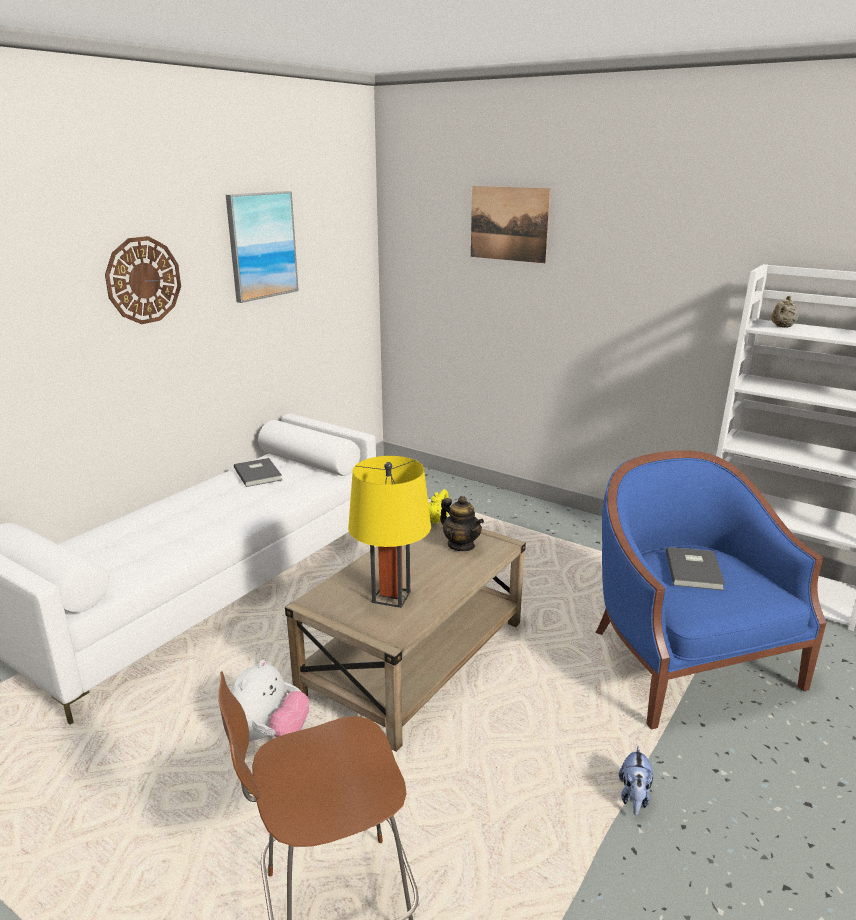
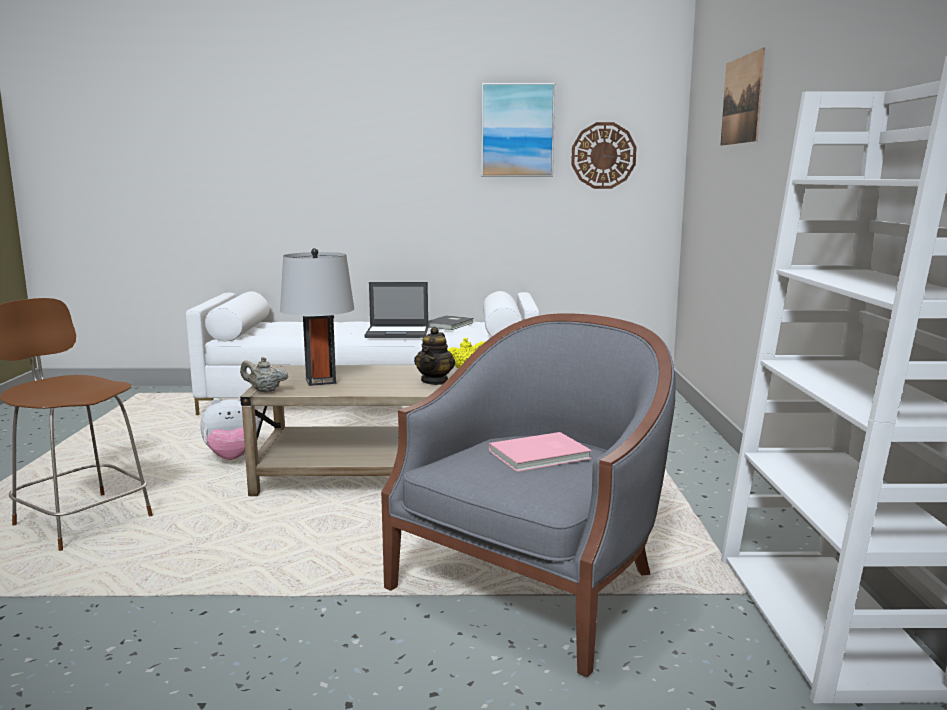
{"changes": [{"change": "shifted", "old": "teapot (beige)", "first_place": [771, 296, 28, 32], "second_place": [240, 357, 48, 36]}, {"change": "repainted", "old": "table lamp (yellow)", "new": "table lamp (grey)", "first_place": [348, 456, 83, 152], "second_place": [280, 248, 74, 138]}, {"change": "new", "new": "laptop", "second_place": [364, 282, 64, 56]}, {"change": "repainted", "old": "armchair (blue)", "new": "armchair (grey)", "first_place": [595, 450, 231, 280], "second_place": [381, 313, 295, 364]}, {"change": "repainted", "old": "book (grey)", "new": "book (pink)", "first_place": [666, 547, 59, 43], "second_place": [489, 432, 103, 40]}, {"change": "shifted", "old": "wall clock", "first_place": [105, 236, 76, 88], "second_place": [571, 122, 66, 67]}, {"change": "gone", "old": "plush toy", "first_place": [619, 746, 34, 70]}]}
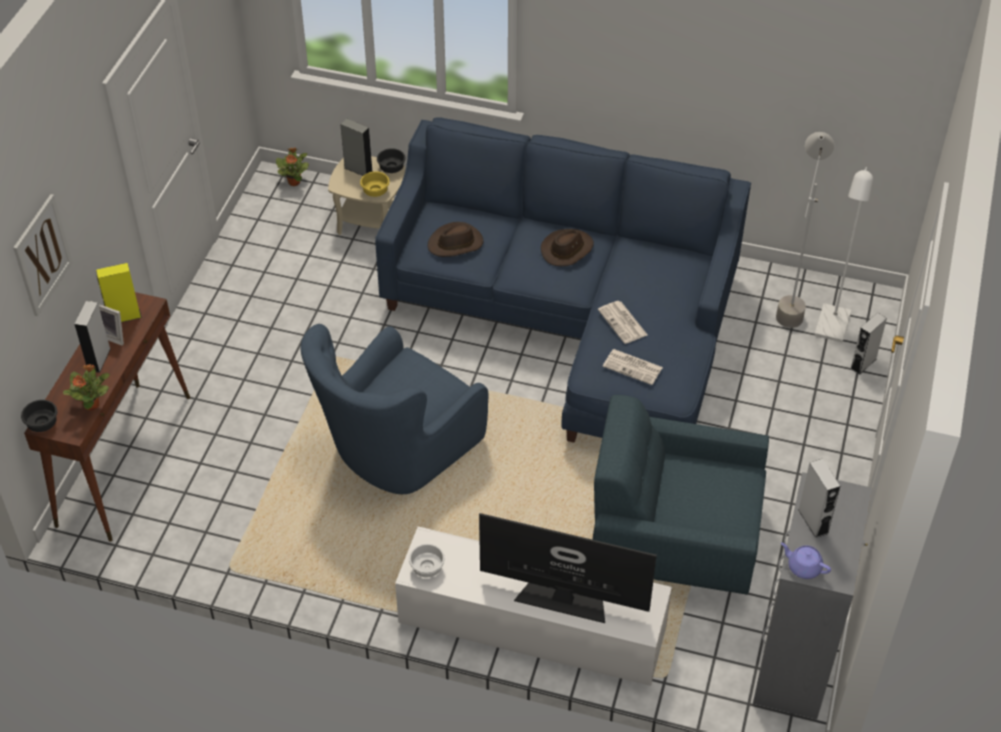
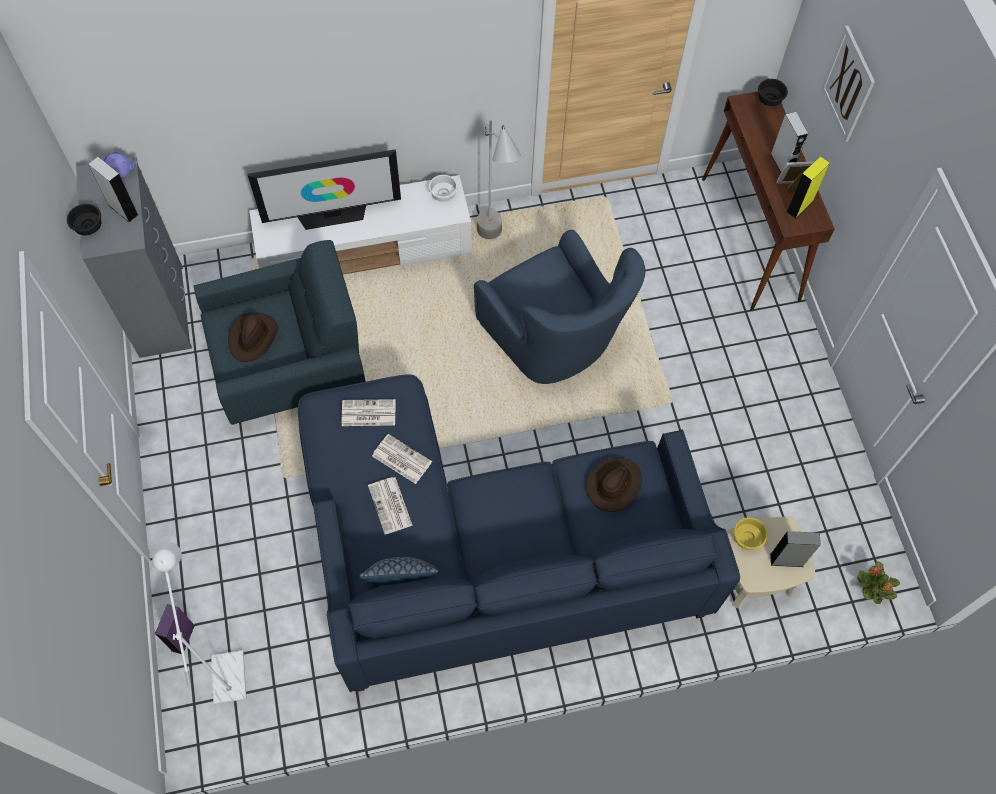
{"changes": [{"change": "shifted", "old": "bowl (black)", "first_place": [377, 148, 29, 25], "second_place": [67, 204, 34, 31]}, {"change": "repainted", "old": "speaker (grey)", "new": "speaker (purple)", "first_place": [850, 312, 37, 63], "second_place": [155, 604, 40, 50]}, {"change": "shifted", "old": "hat (brown)", "first_place": [541, 229, 53, 37], "second_place": [228, 312, 50, 50]}, {"change": "new", "new": "pillow", "second_place": [359, 557, 79, 29]}, {"change": "new", "new": "newspaper", "second_place": [368, 477, 45, 57]}, {"change": "rotated", "old": "armchair (blue)", "first_place": [300, 324, 188, 170], "second_place": [474, 230, 171, 154], "degrees": 135}, {"change": "shifted", "old": "floor lamp (grey)", "first_place": [776, 132, 58, 196], "second_place": [477, 119, 44, 120]}, {"change": "gone", "old": "potted plant", "first_place": [63, 364, 47, 47]}]}
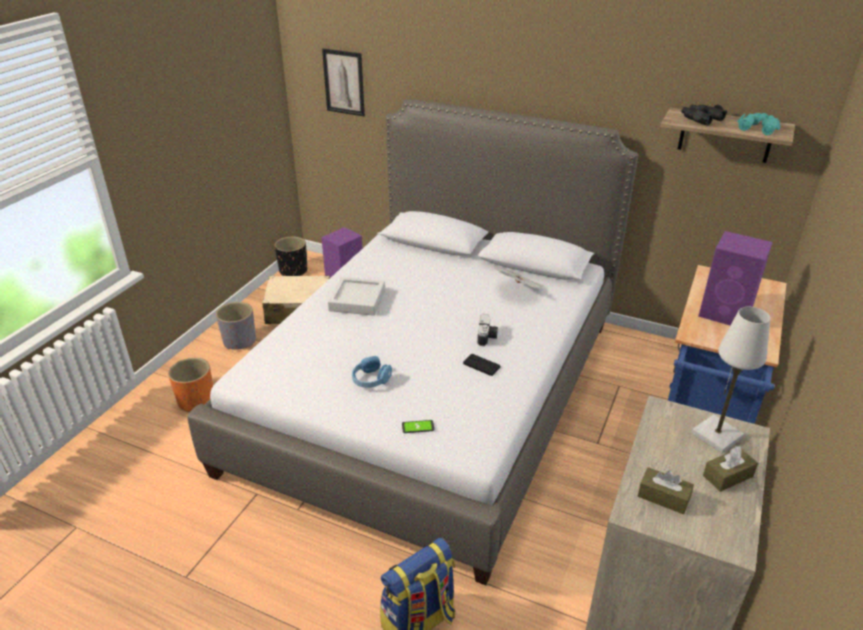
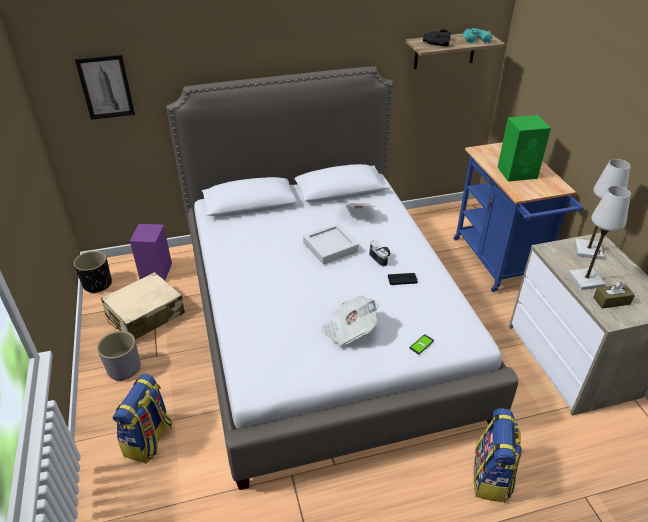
{"changes": [{"change": "swapped", "old": "planter (orange)", "new": "backpack", "first_place": [168, 358, 45, 55], "second_place": [113, 374, 59, 89]}, {"change": "shifted", "old": "tray (grey)", "first_place": [328, 277, 57, 39], "second_place": [303, 224, 56, 41]}, {"change": "swapped", "old": "headphones (blue)", "new": "newspaper", "first_place": [352, 356, 40, 32], "second_place": [321, 295, 58, 52]}, {"change": "repainted", "old": "speaker (purple)", "new": "speaker (green)", "first_place": [698, 231, 75, 94], "second_place": [497, 115, 54, 67]}, {"change": "new", "new": "table lamp (white)", "second_place": [568, 186, 63, 104]}, {"change": "gone", "old": "tissue box (brown)", "first_place": [703, 447, 55, 45]}]}
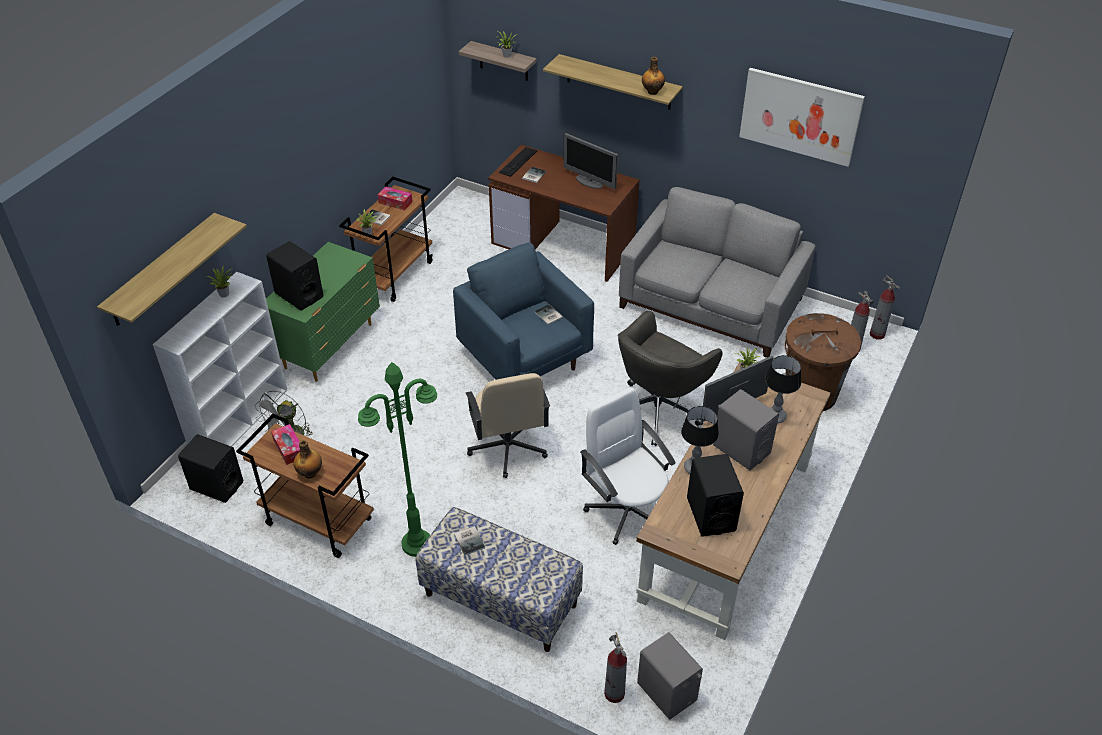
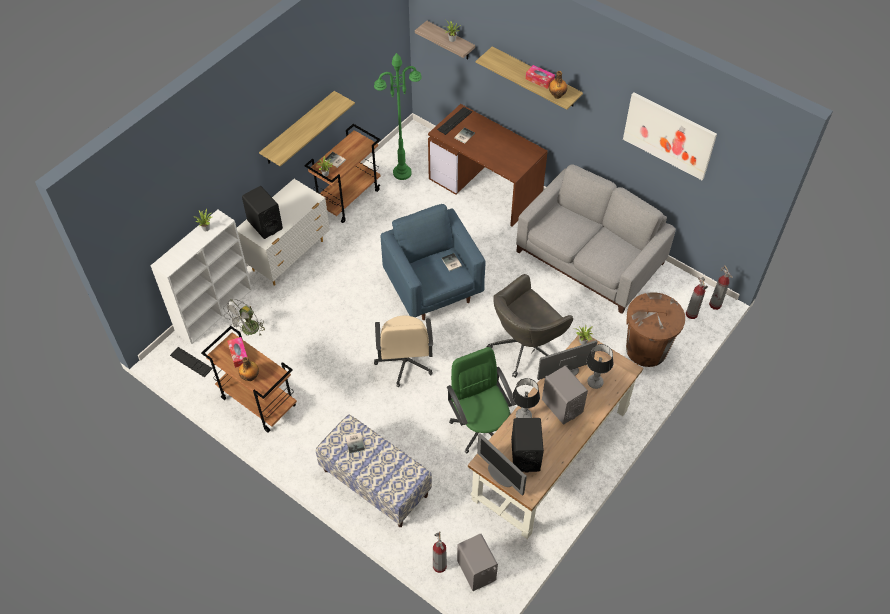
{"changes": [{"change": "swapped", "old": "speaker (black)", "new": "keyboard", "first_place": [178, 434, 65, 69], "second_place": [170, 347, 43, 30]}, {"change": "repainted", "old": "dresser (green)", "new": "dresser (white)", "first_place": [266, 242, 114, 140], "second_place": [237, 179, 93, 107]}, {"change": "shifted", "old": "shelf", "first_place": [97, 213, 150, 113], "second_place": [259, 91, 96, 75]}, {"change": "shifted", "old": "floor lamp (green)", "first_place": [358, 362, 79, 195], "second_place": [374, 53, 48, 127]}, {"change": "repainted", "old": "office chair (white)", "new": "office chair (green)", "first_place": [580, 387, 96, 158], "second_place": [447, 347, 69, 107]}, {"change": "shifted", "old": "monitor", "first_place": [563, 133, 55, 56], "second_place": [477, 433, 50, 63]}, {"change": "shifted", "old": "tissue box", "first_place": [378, 186, 35, 24], "second_place": [526, 65, 29, 24]}]}
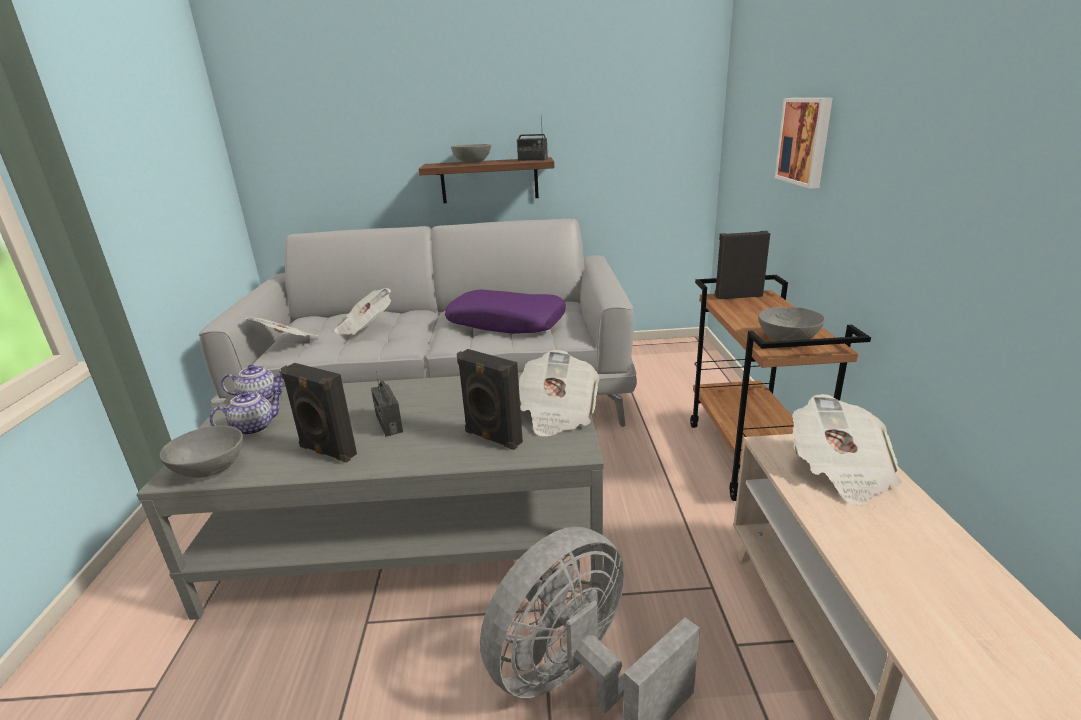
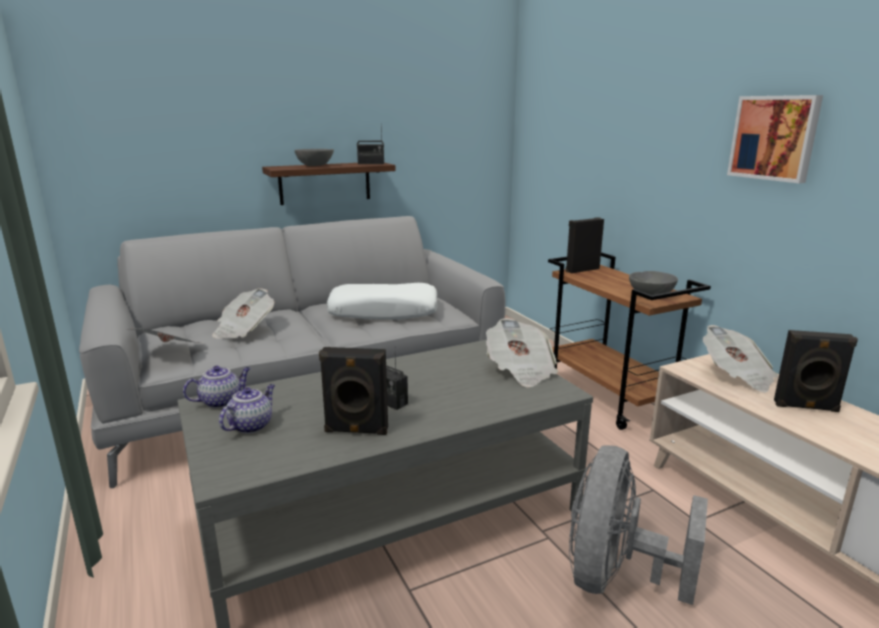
{"changes": [{"change": "repainted", "old": "pillow (purple)", "new": "pillow (white)", "first_place": [445, 290, 121, 44], "second_place": [327, 283, 111, 37]}, {"change": "shifted", "old": "picture", "first_place": [775, 98, 58, 90], "second_place": [727, 95, 96, 88]}, {"change": "shifted", "old": "speaker (black)", "first_place": [457, 349, 66, 101], "second_place": [774, 330, 84, 82]}, {"change": "gone", "old": "bowl (grey)", "first_place": [160, 426, 83, 52]}]}
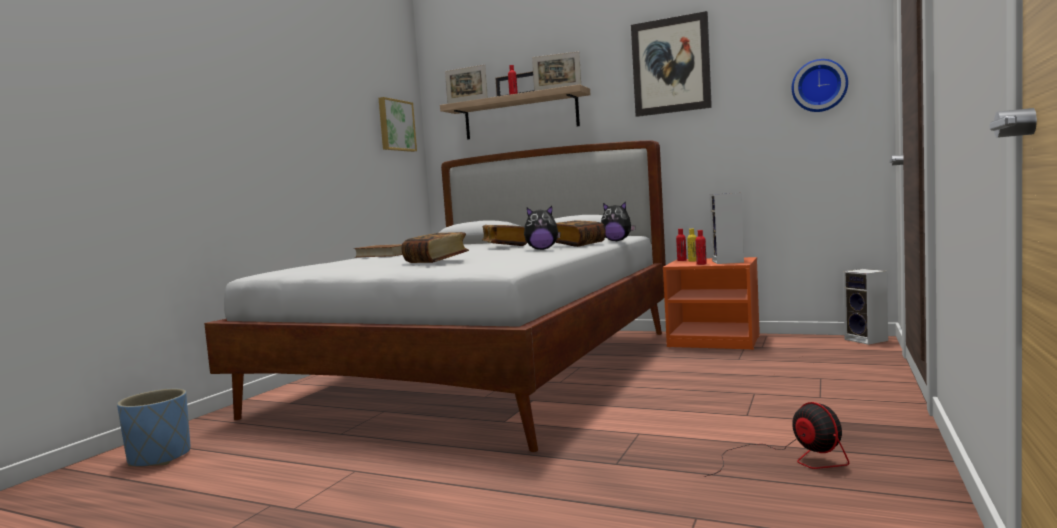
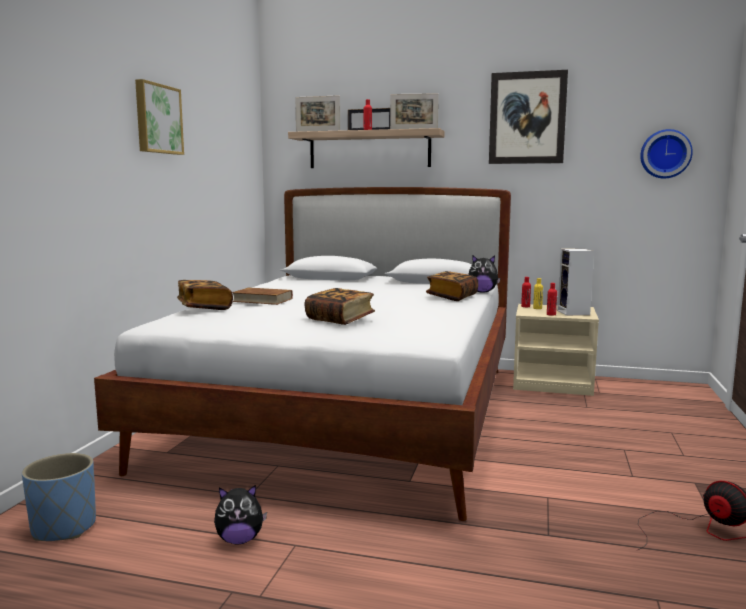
{"changes": [{"change": "shifted", "old": "picture", "first_place": [379, 97, 38, 55], "second_place": [135, 79, 49, 76]}, {"change": "shifted", "old": "book", "first_place": [482, 225, 45, 21], "second_place": [177, 280, 56, 30]}, {"change": "shifted", "old": "plush toy", "first_place": [524, 206, 37, 44], "second_place": [214, 485, 53, 59]}, {"change": "repainted", "old": "nightstand (orange)", "new": "nightstand (beige)", "first_place": [663, 257, 97, 93], "second_place": [513, 304, 86, 92]}, {"change": "gone", "old": "speaker", "first_place": [843, 269, 45, 76]}]}
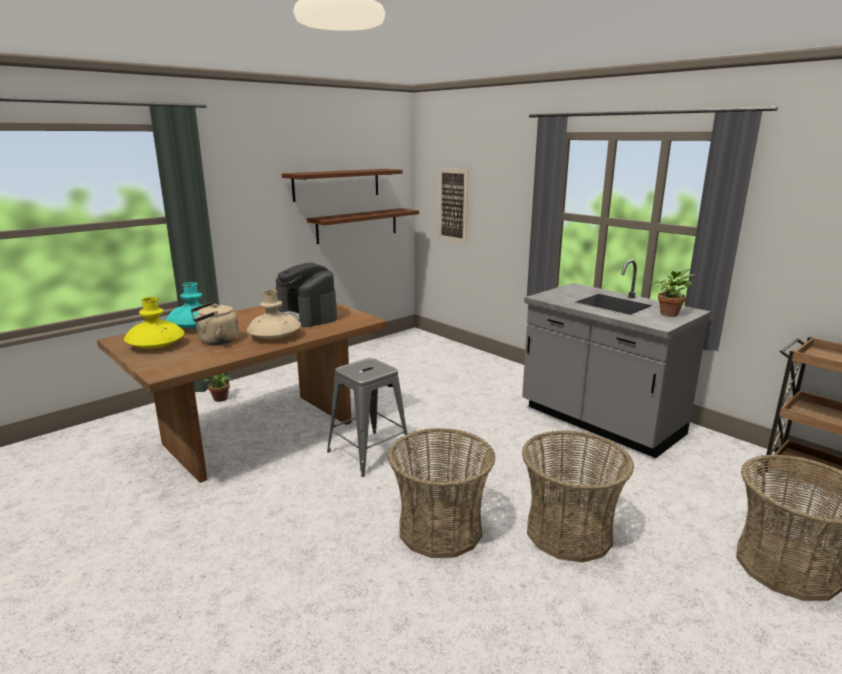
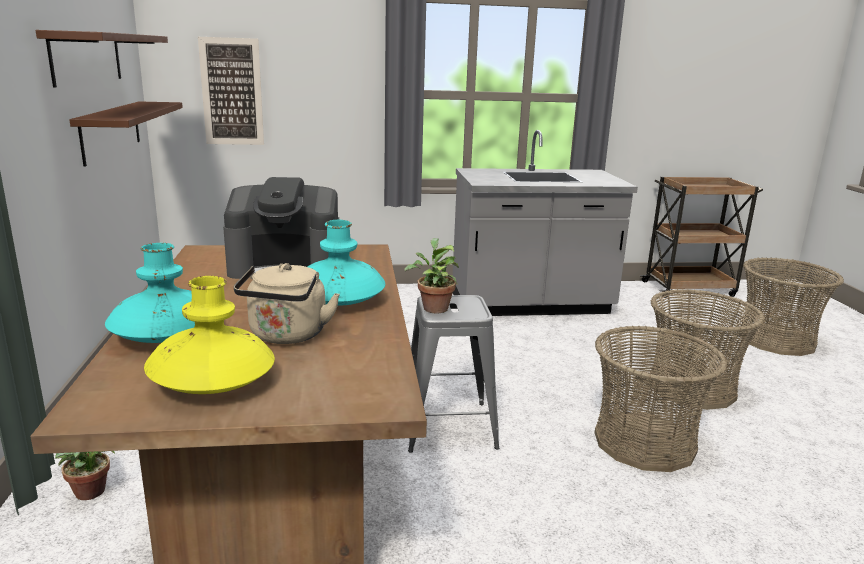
{"changes": [{"change": "repainted", "old": "vase (beige)", "new": "vase (turquoise)", "first_place": [247, 290, 54, 49], "second_place": [308, 220, 77, 86]}, {"change": "shifted", "old": "potted plant", "first_place": [651, 269, 45, 48], "second_place": [405, 238, 54, 75]}]}
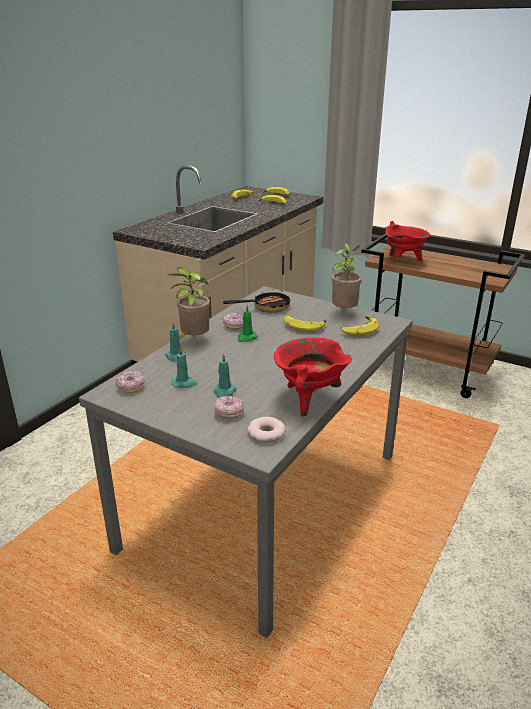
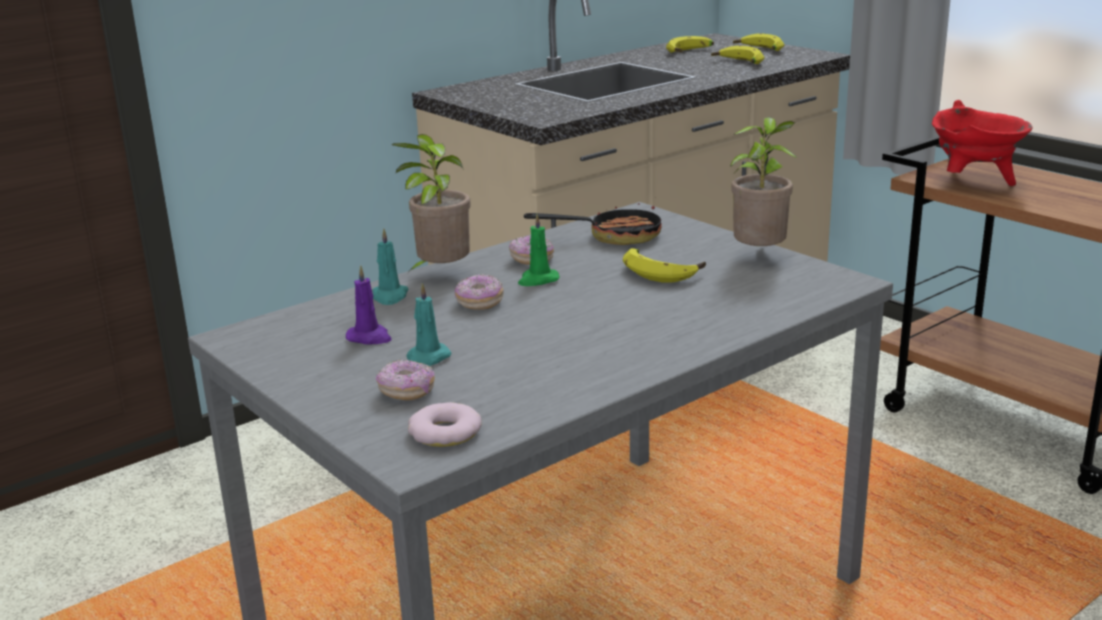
{"changes": [{"change": "repainted", "old": "candle (turquoise)", "new": "candle (purple)", "first_place": [171, 347, 26, 41], "second_place": [346, 265, 46, 80]}, {"change": "shifted", "old": "donut", "first_place": [116, 370, 29, 23], "second_place": [454, 274, 50, 36]}, {"change": "gone", "old": "cooking pot (red)", "first_place": [274, 338, 78, 79]}, {"change": "gone", "old": "banana", "first_place": [341, 316, 38, 20]}]}
